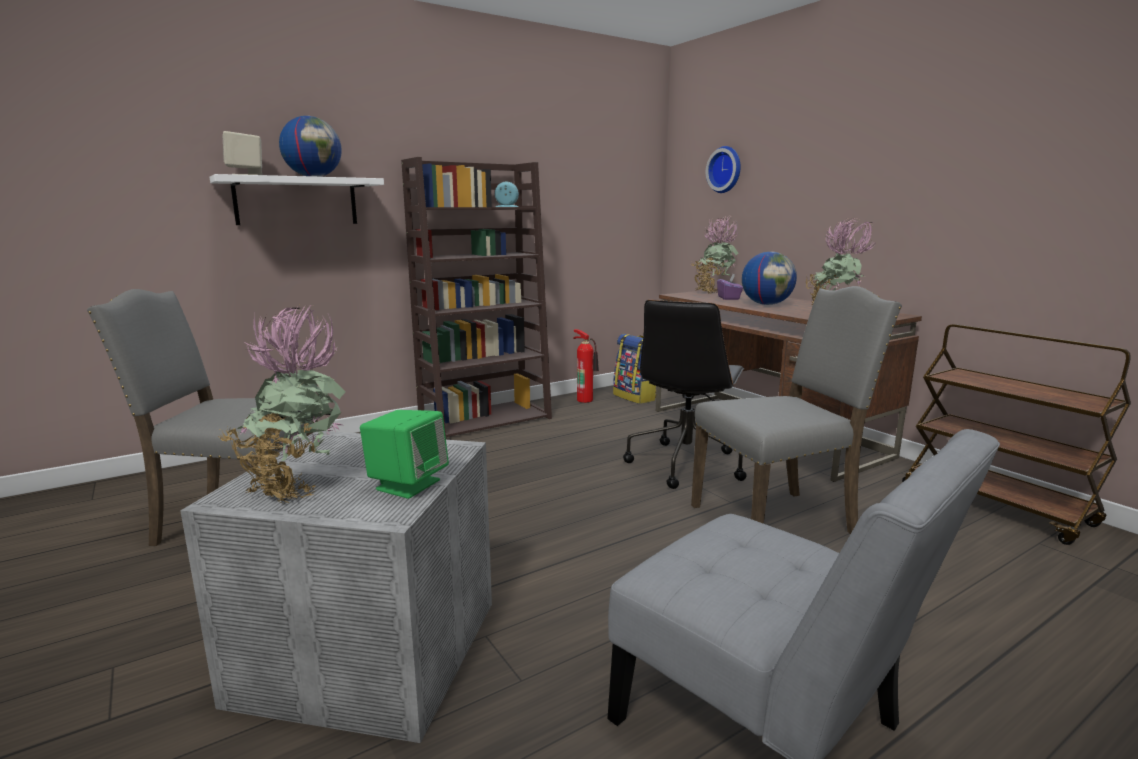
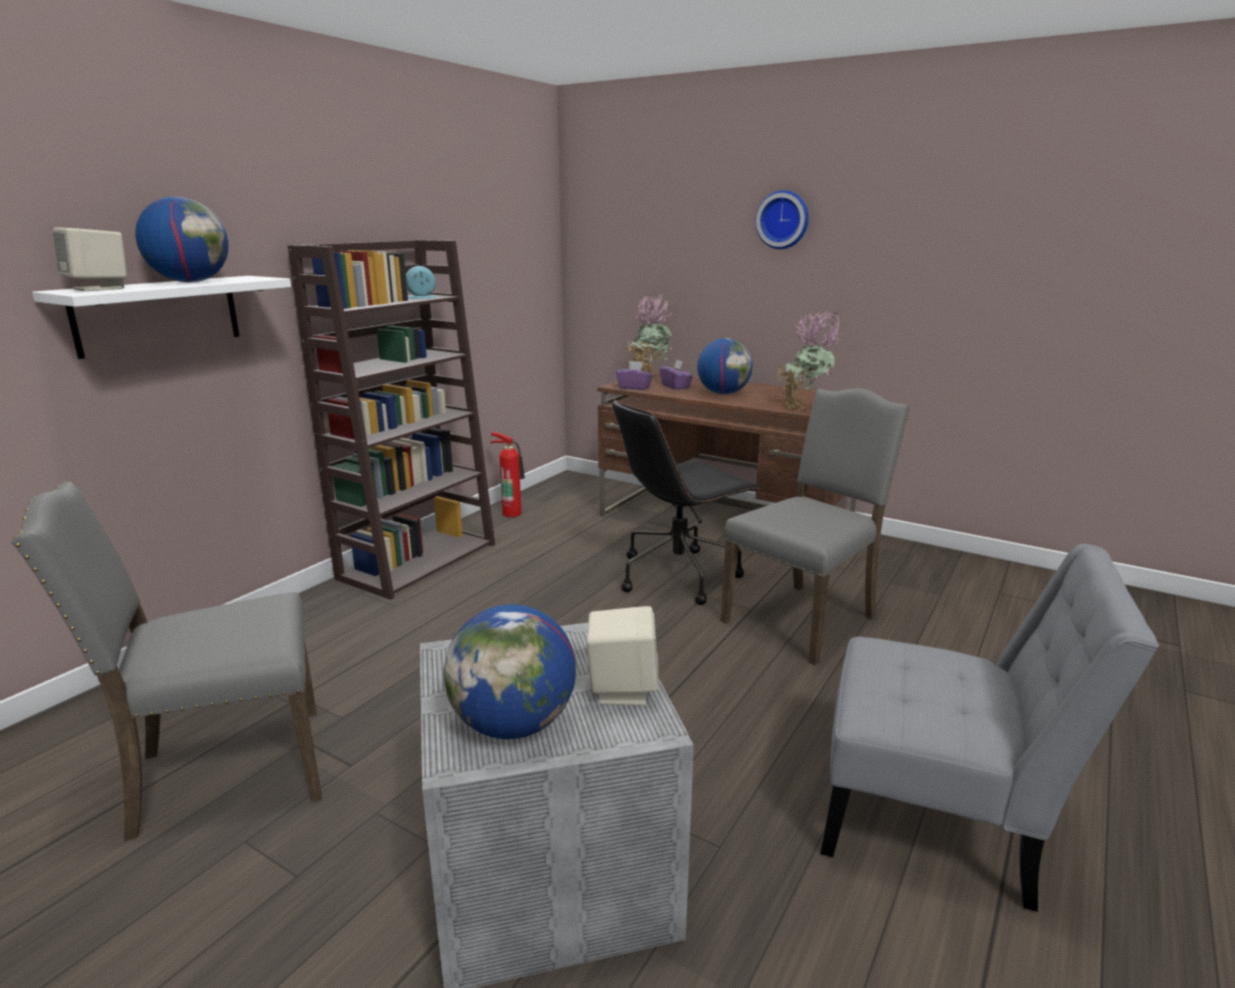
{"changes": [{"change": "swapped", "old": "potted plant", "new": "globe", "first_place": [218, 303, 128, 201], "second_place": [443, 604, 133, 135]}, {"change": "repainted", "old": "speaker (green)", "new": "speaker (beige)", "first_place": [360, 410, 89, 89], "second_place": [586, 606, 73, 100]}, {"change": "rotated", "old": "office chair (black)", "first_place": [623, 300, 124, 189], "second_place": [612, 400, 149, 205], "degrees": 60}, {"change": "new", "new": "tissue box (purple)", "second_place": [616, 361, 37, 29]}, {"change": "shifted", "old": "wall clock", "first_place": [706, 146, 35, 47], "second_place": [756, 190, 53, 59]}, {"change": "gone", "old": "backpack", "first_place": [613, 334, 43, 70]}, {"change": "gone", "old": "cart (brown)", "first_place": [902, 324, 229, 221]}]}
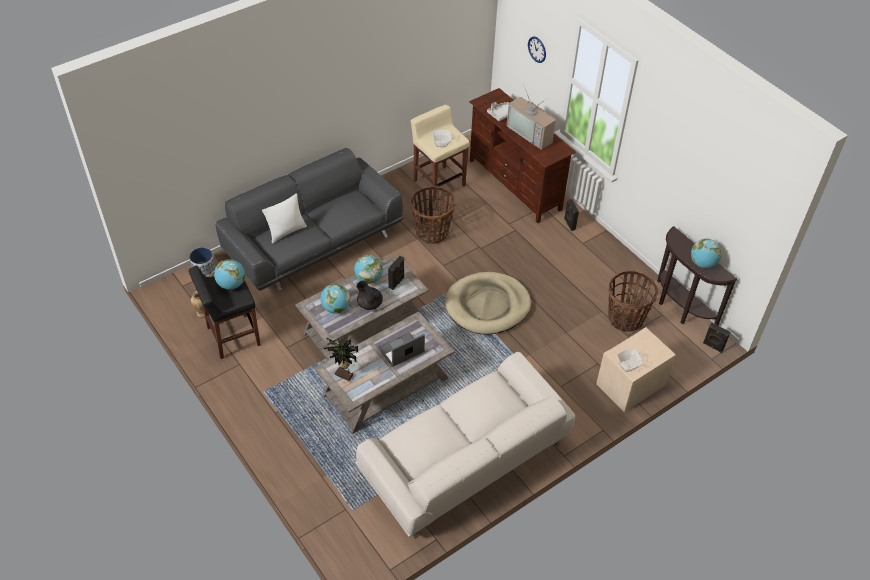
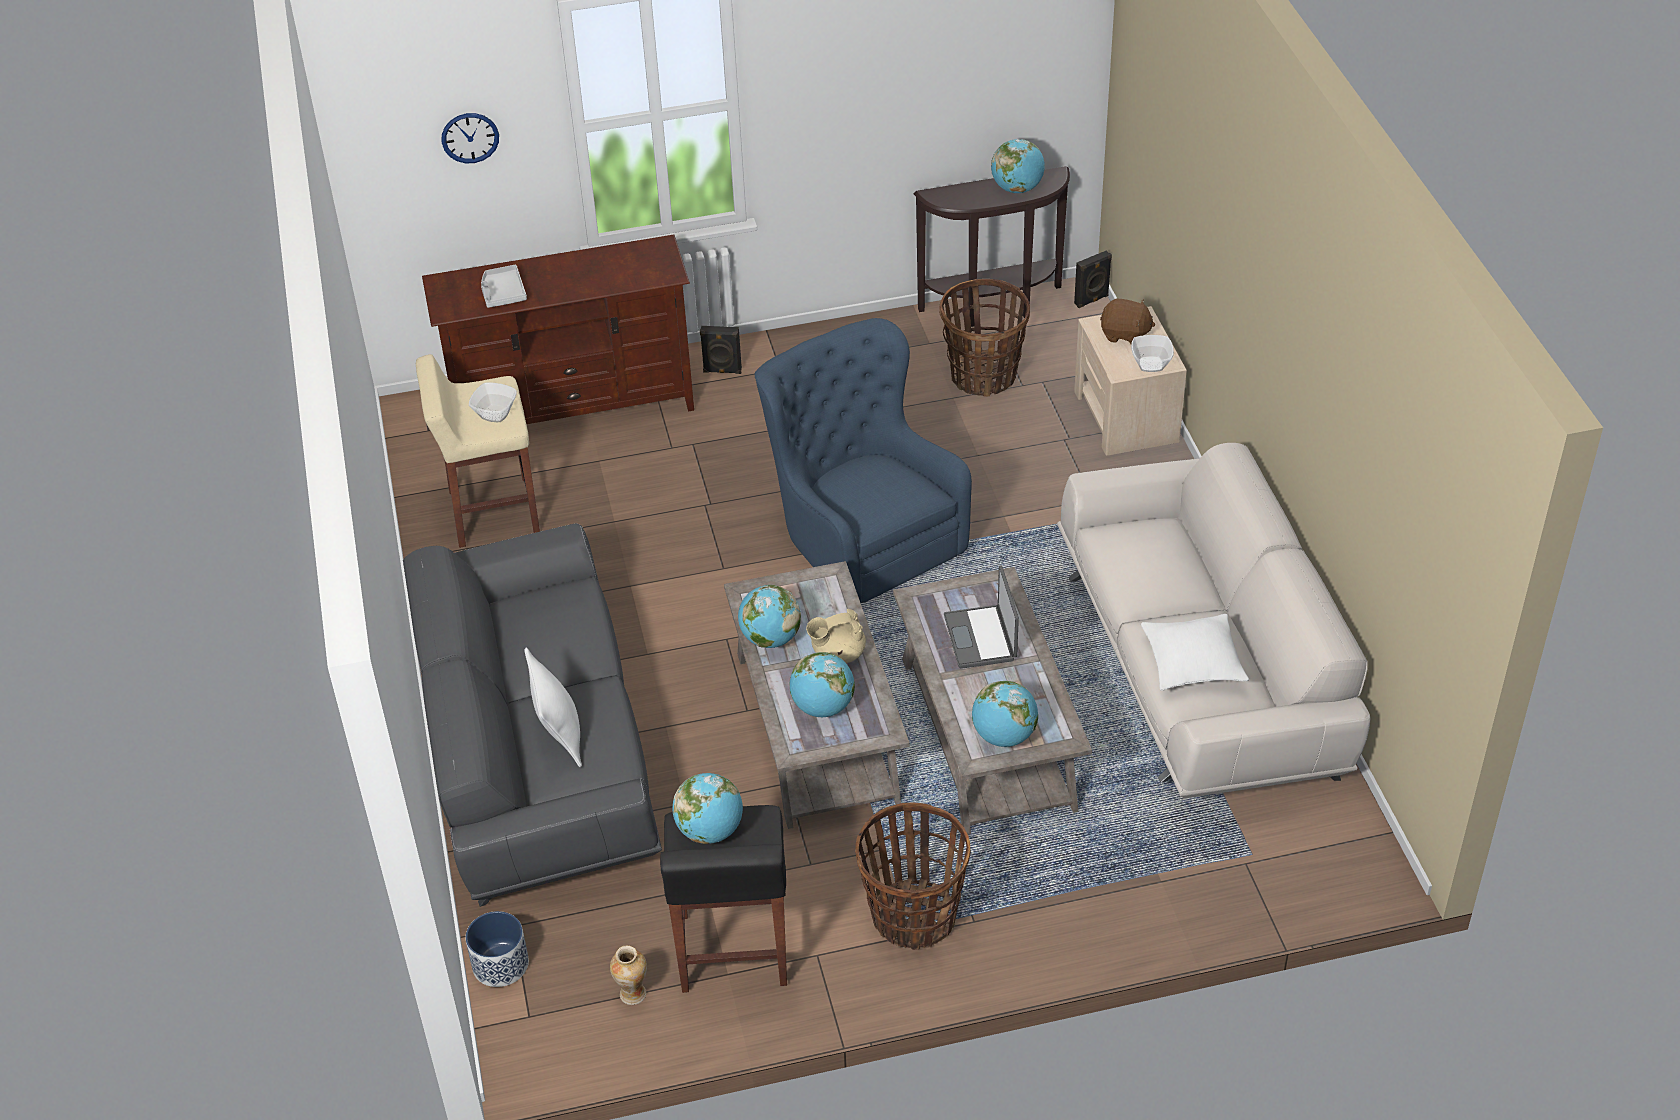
{"changes": [{"change": "swapped", "old": "dog bed (beige)", "new": "armchair (blue)", "first_place": [445, 272, 86, 62], "second_place": [755, 318, 217, 285]}, {"change": "repainted", "old": "teapot (black)", "new": "teapot (beige)", "first_place": [357, 280, 26, 30], "second_place": [806, 609, 60, 54]}, {"change": "shifted", "old": "basket", "first_place": [411, 186, 44, 58], "second_place": [855, 803, 116, 147]}, {"change": "swapped", "old": "potted plant", "new": "globe", "first_place": [324, 338, 34, 43], "second_place": [972, 681, 66, 66]}, {"change": "new", "new": "plush toy (brown)", "second_place": [1100, 299, 55, 45]}, {"change": "new", "new": "pillow (white)", "second_place": [1141, 614, 108, 77]}, {"change": "gone", "old": "speaker (black)", "first_place": [388, 256, 17, 34]}, {"change": "gone", "old": "television", "first_place": [507, 84, 49, 66]}]}
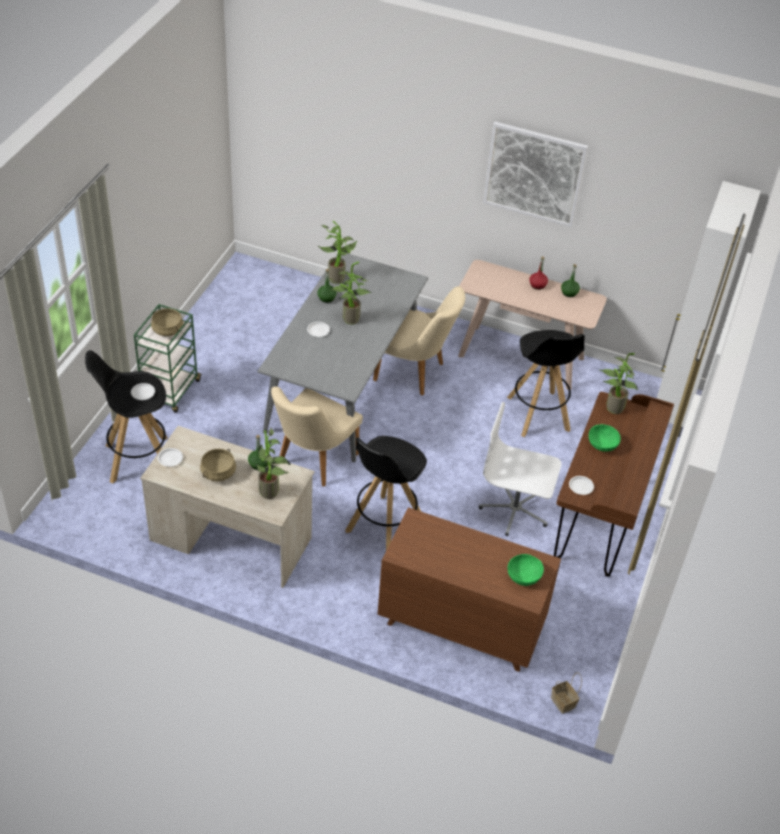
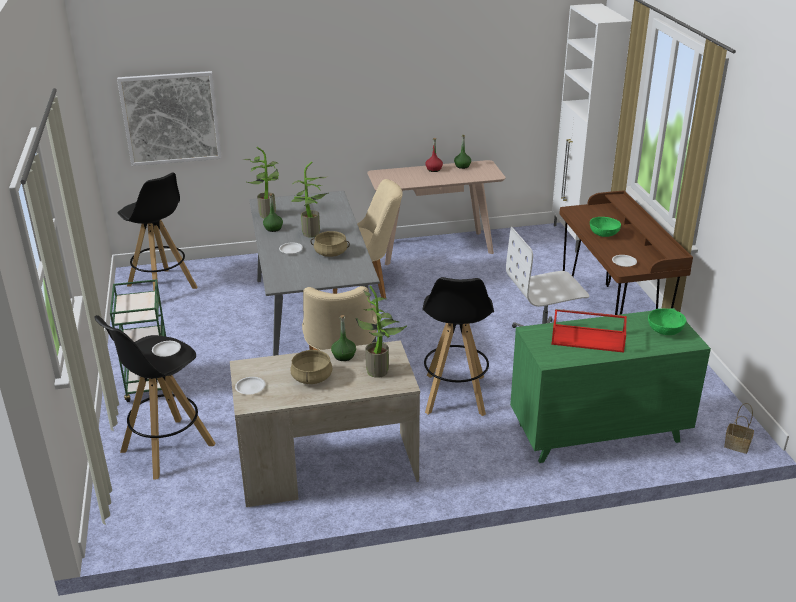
{"changes": [{"change": "shifted", "old": "picture", "first_place": [483, 122, 105, 105], "second_place": [117, 71, 105, 95]}, {"change": "shifted", "old": "stool (black)", "first_place": [507, 330, 78, 107], "second_place": [118, 172, 79, 119]}, {"change": "shifted", "old": "cooking pot (beige)", "first_place": [151, 308, 32, 28], "second_place": [310, 231, 40, 26]}, {"change": "repainted", "old": "dresser (brown)", "new": "dresser (green)", "first_place": [377, 507, 184, 165], "second_place": [510, 308, 201, 155]}, {"change": "new", "new": "tray (red)", "second_place": [551, 309, 76, 44]}, {"change": "gone", "old": "potted plant", "first_place": [600, 353, 39, 61]}]}
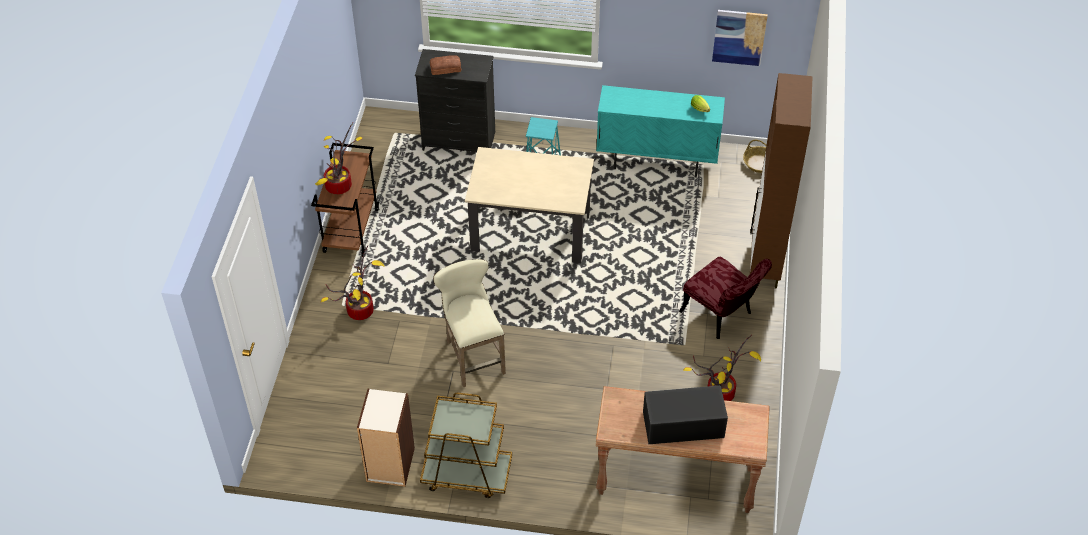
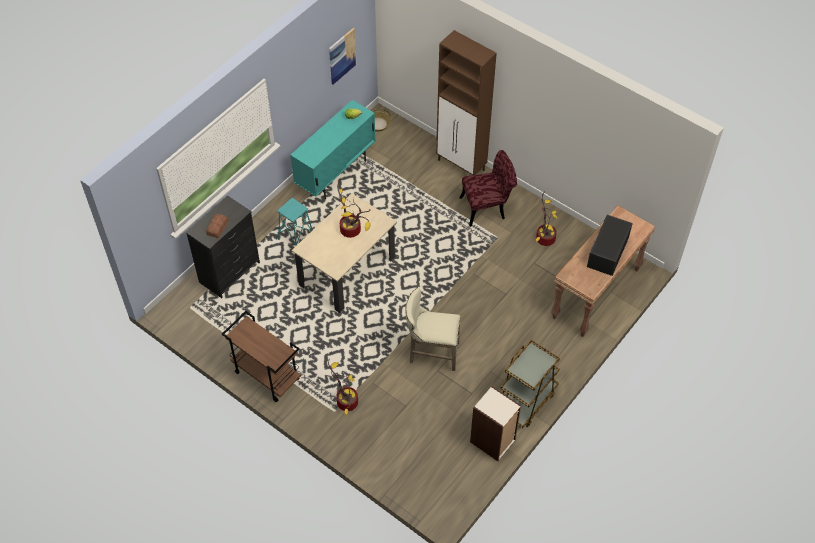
{"changes": [{"change": "shifted", "old": "potted plant", "first_place": [315, 123, 48, 71], "second_place": [337, 182, 34, 56]}]}
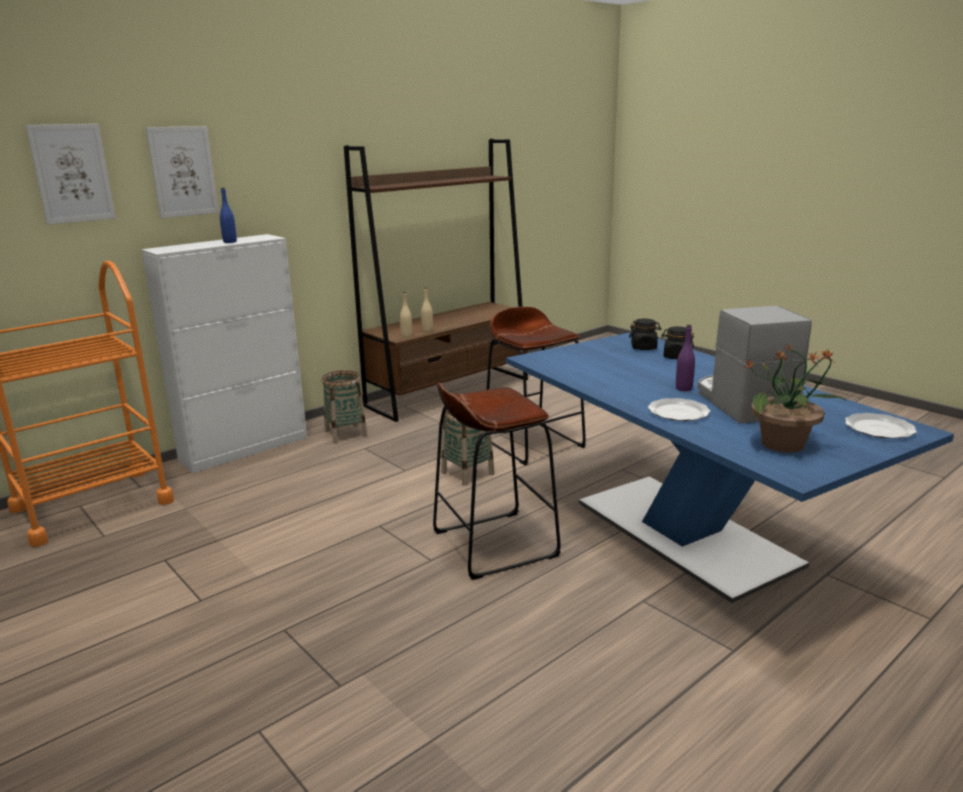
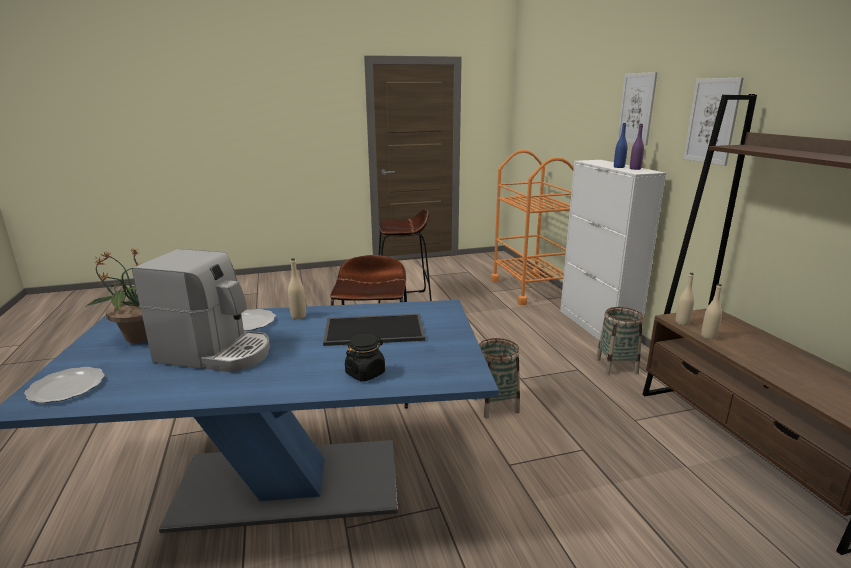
{"changes": [{"change": "new", "new": "bottle (beige)", "second_place": [288, 258, 18, 61]}, {"change": "new", "new": "tray", "second_place": [323, 314, 102, 32]}, {"change": "shifted", "old": "stool (brown)", "first_place": [487, 307, 99, 158], "second_place": [378, 209, 54, 94]}, {"change": "shifted", "old": "bottle (purple)", "first_place": [676, 325, 19, 66], "second_place": [630, 124, 14, 46]}, {"change": "shifted", "old": "picture", "first_place": [25, 124, 91, 101], "second_place": [683, 77, 61, 89]}, {"change": "gone", "old": "jar (black)", "first_place": [629, 319, 32, 31]}]}
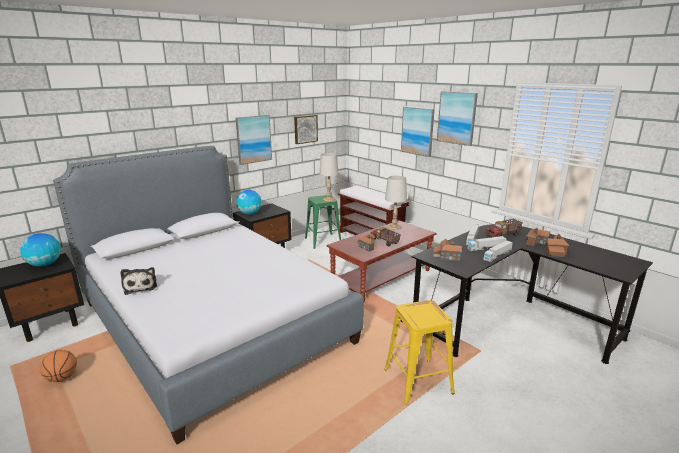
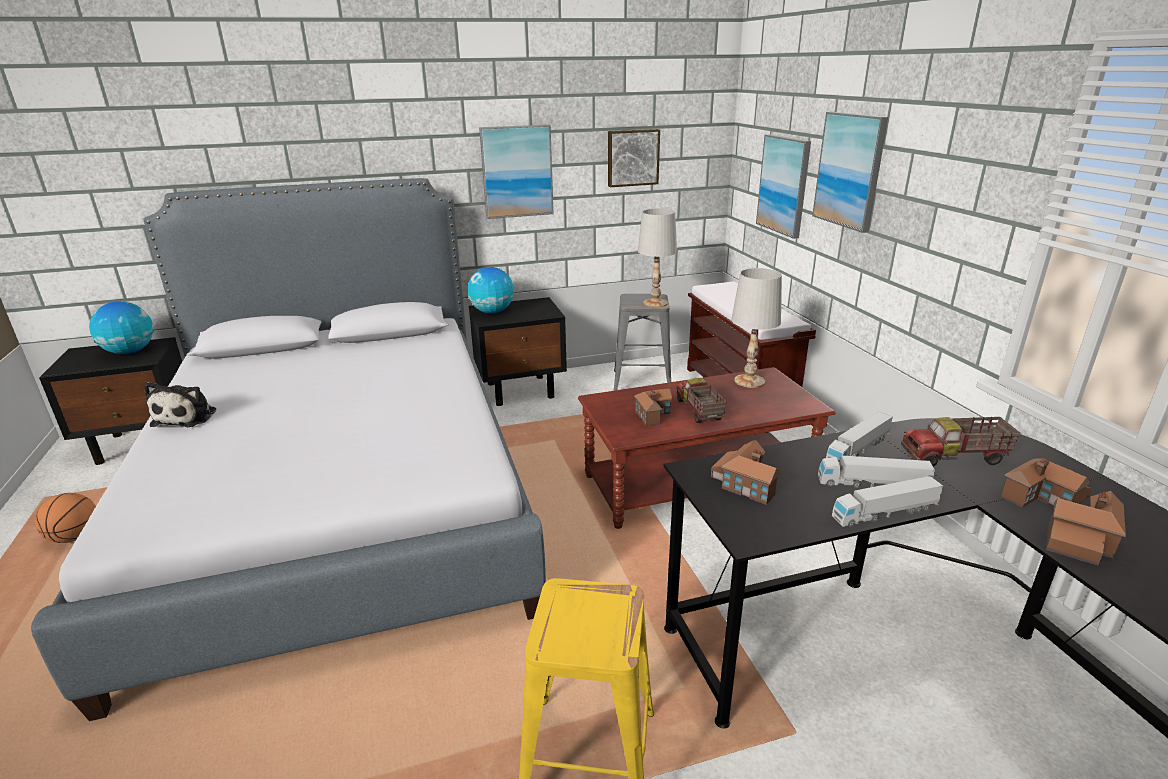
{"changes": [{"change": "repainted", "old": "stool (green)", "new": "stool (grey)", "first_place": [305, 195, 36, 54], "second_place": [613, 294, 58, 97]}, {"change": "shifted", "old": "picture", "first_place": [437, 91, 41, 55], "second_place": [756, 134, 55, 105]}]}
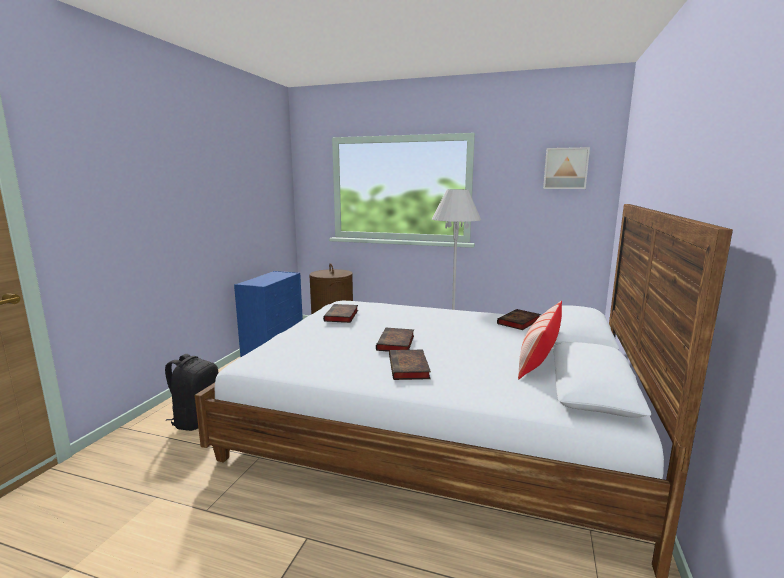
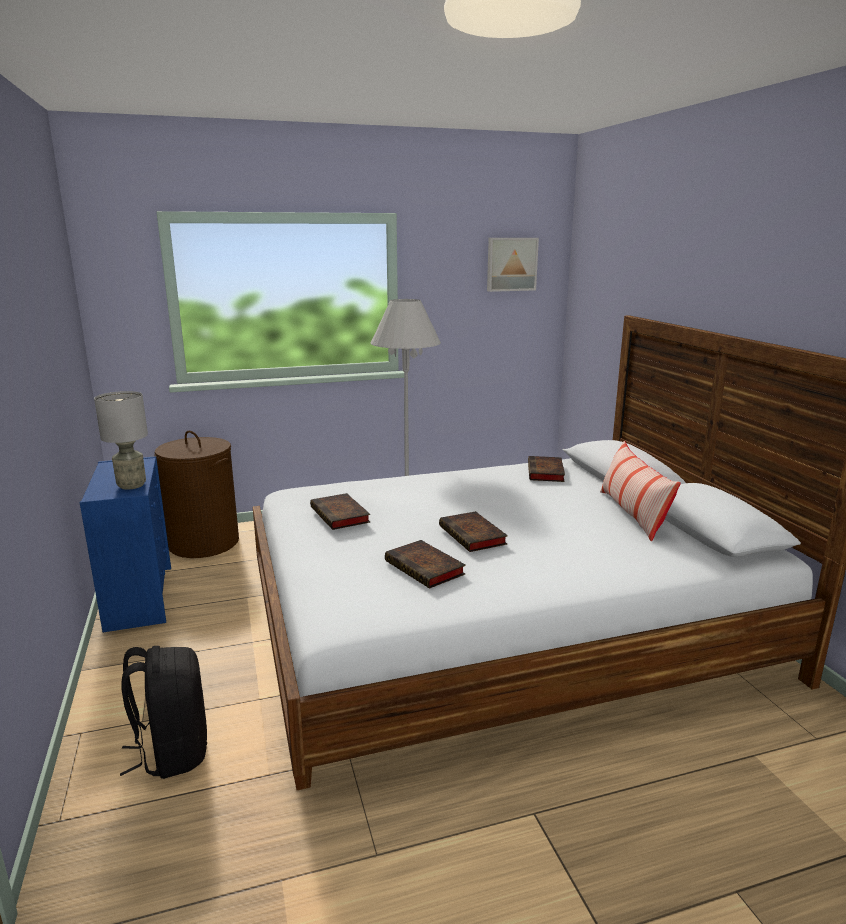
{"changes": [{"change": "new", "new": "table lamp (grey)", "second_place": [94, 391, 54, 99]}, {"change": "shifted", "old": "book", "first_place": [389, 350, 42, 30], "second_place": [385, 540, 81, 49]}]}
